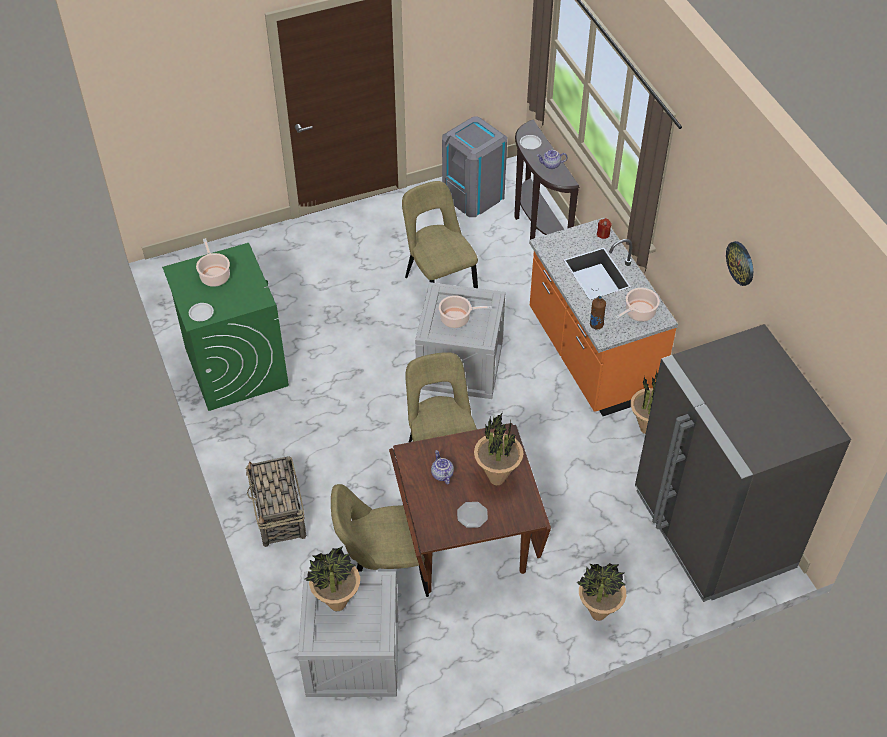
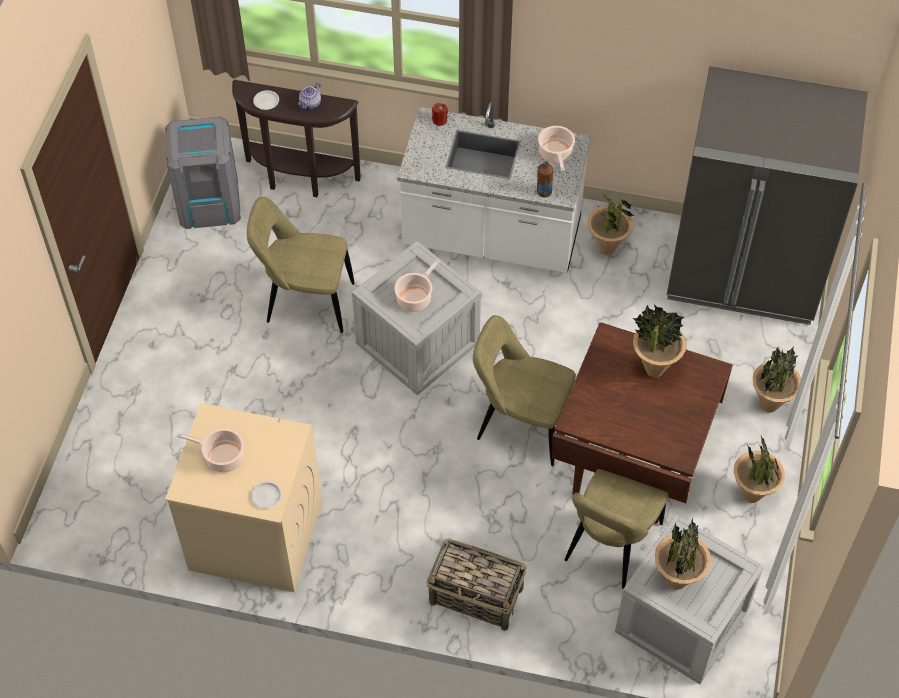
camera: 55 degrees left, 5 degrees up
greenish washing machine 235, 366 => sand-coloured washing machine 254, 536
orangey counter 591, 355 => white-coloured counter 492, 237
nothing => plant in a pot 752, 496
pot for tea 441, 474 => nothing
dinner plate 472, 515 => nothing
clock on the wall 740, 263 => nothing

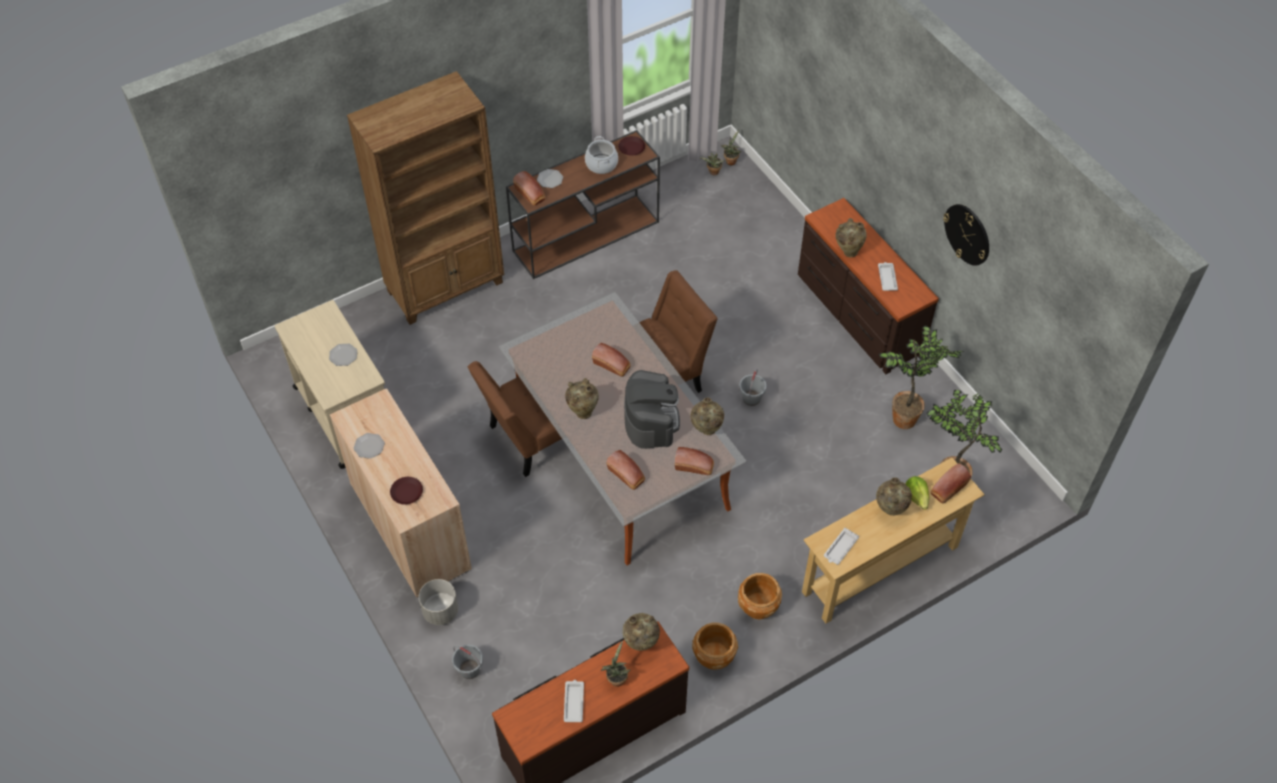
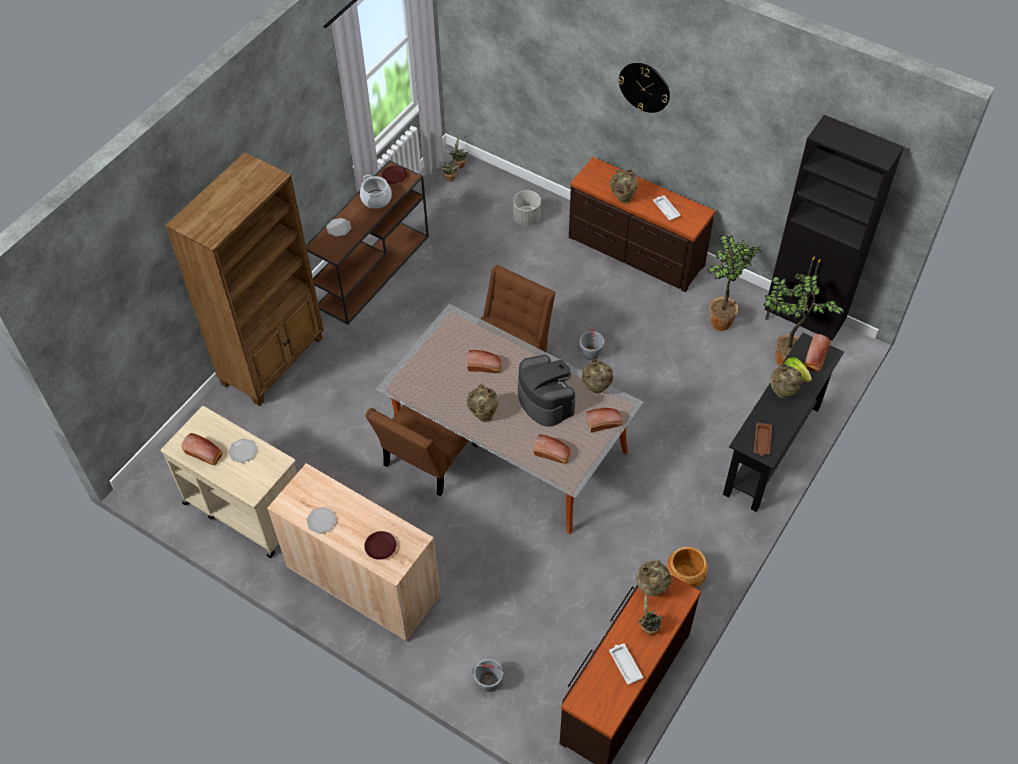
camera: 25 degrees left, 0 degrees up
baked bread 530, 194 => baked bread 205, 454, shifted
grey planter 441, 611 => grey planter 527, 218, shifted
clock on the wall 967, 234 => clock on the wall 644, 87, shifted
sand-coloured hall table 880, 570 => blackish hall table 773, 450
white-coloured carrying tray 840, 548 => brown-coloured carrying tray 762, 441
nothing => blackish storage cabinet 803, 325
brown-coloured planter 758, 606 => nothing

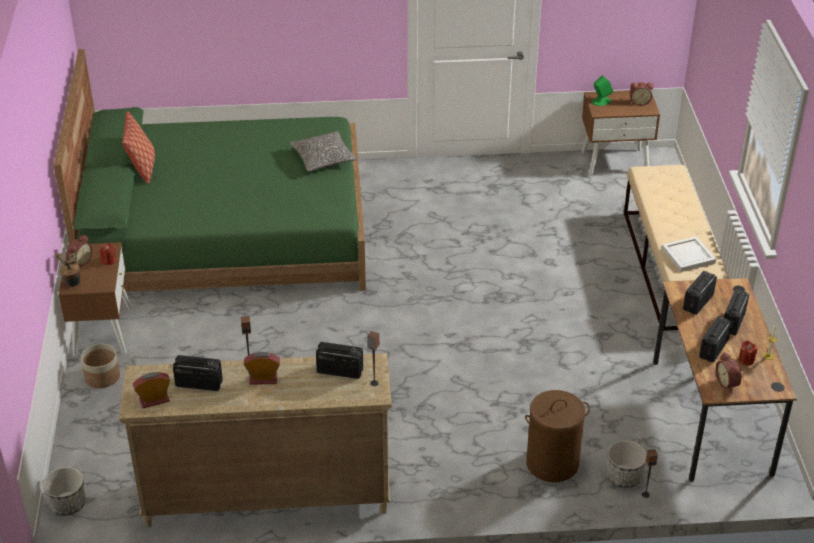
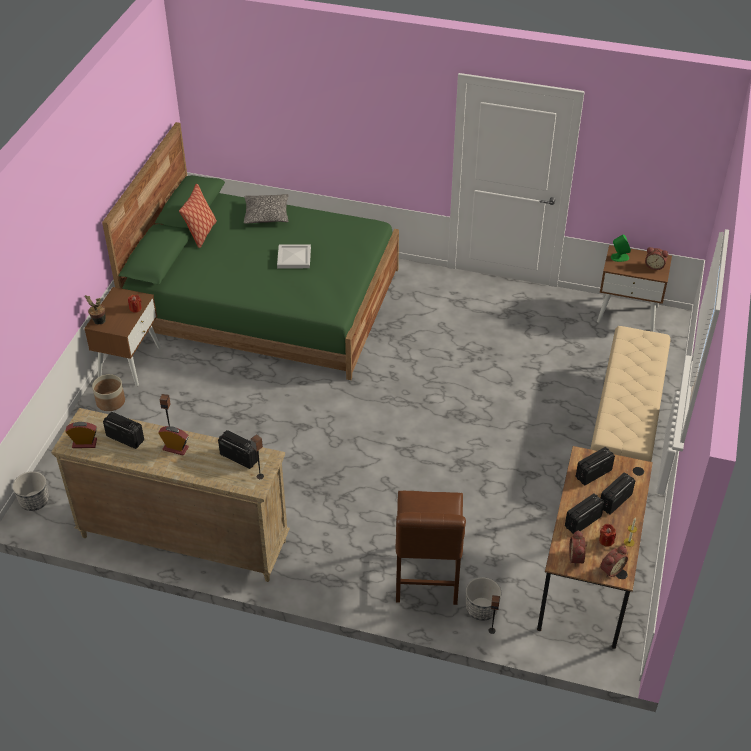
camera: 20 degrees right, 5 degrees up
pillow 323, 158 => pillow 266, 214, shifted
white-coloured carrying tray 688, 255 => white-coloured carrying tray 294, 257, shifted
brown-coloured hamper 551, 463 => brown-coloured plain chair 426, 578
bedside clock 80, 262 => bedside clock 610, 569, shifted

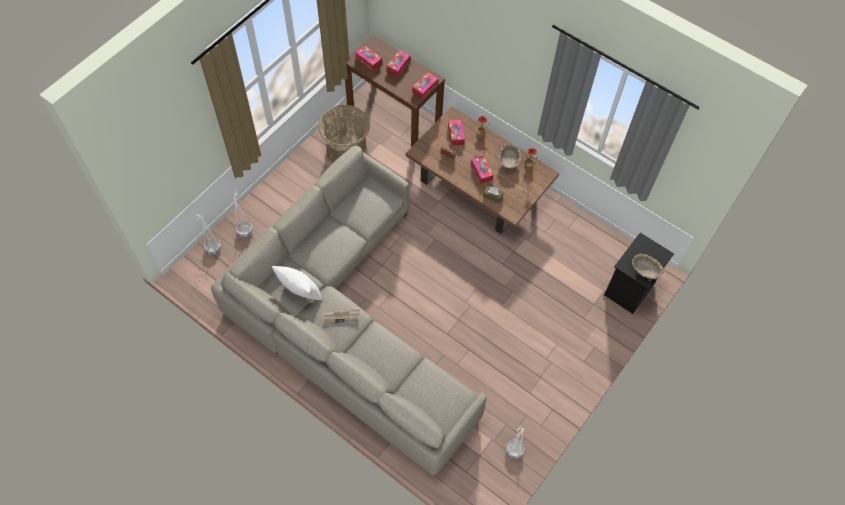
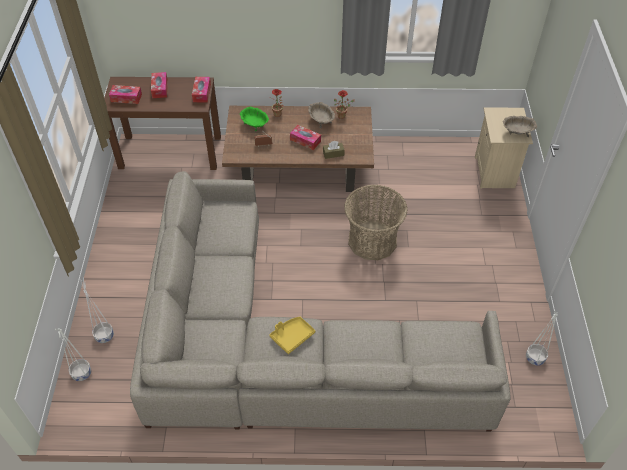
camera: 35 degrees left, 10 degrees down
box of tissues 456, 135 => greenish bowl 255, 125
printed paper 341, 317 => yellow-coloured carrying tray 292, 336
household basket 346, 150 => household basket 372, 240, shifted
blackish nightstand 629, 290 => sand-coloured nightstand 495, 172
white-coloured pillow 300, 293 => nothing

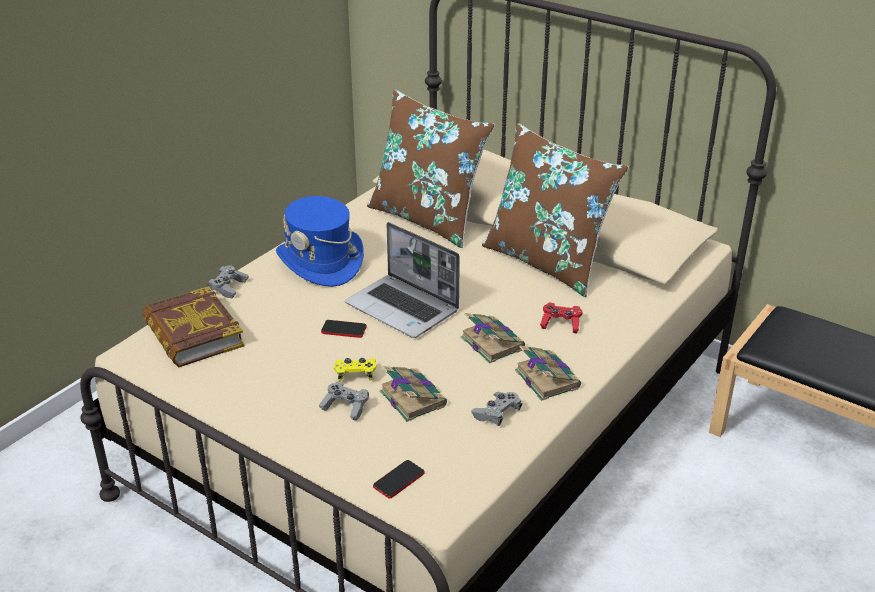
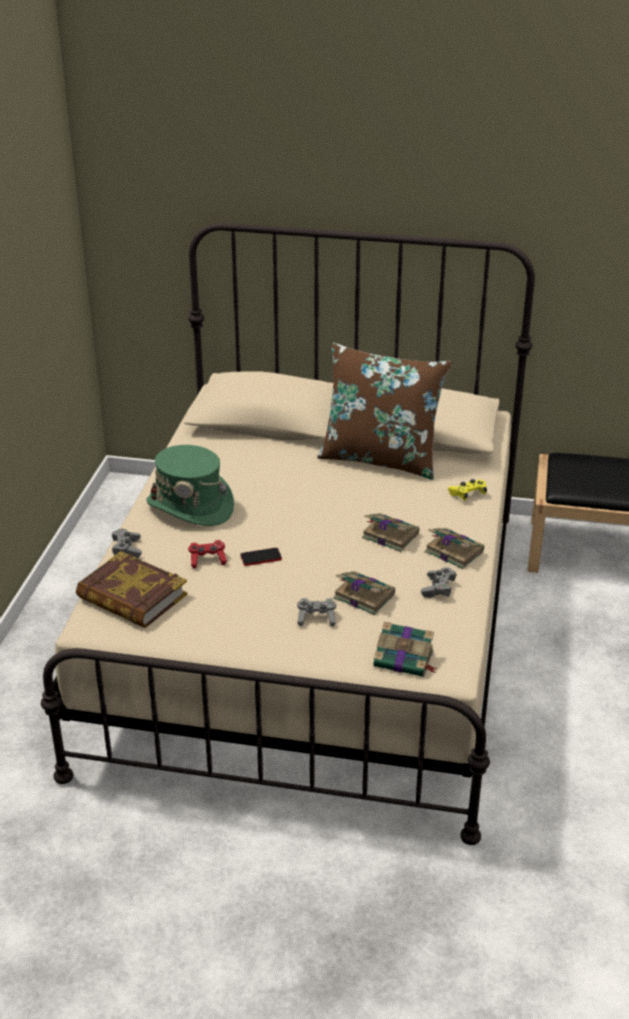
camera: 25 degrees left, 0 degrees up
blue clothing hat 321, 262 => greenish clothing hat 190, 506
red joypad 561, 324 => red joypad 207, 560, shifted
phone 399, 480 => book 405, 659
yellow-coloured joypad 355, 375 => yellow-coloured joypad 467, 494, shifted
portable computer 403, 308 => nothing
brown-coloured pillow 427, 219 => nothing

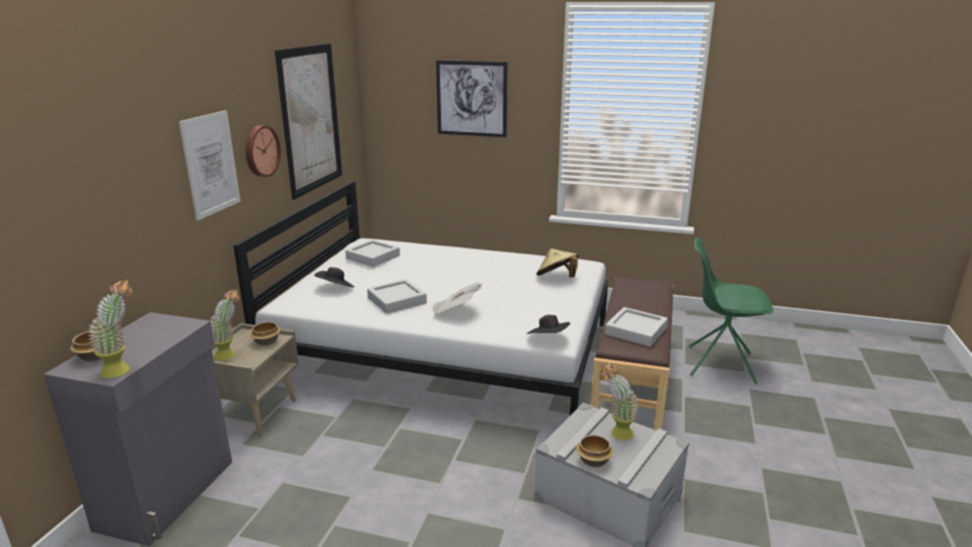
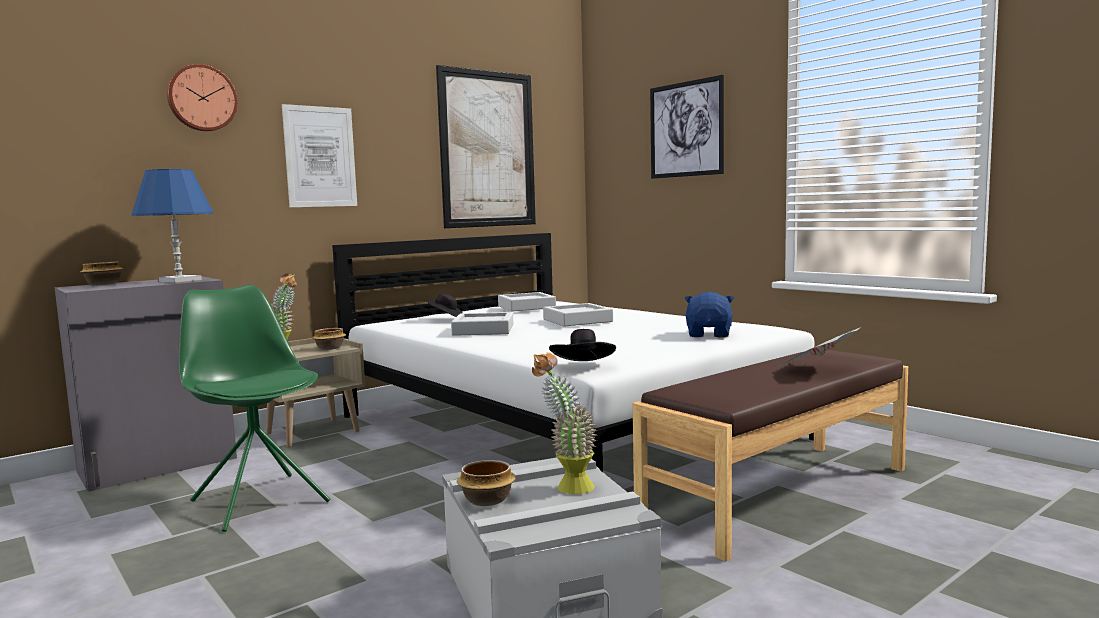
camera: 35 degrees right, 15 degrees down
nothing => blue table lamp 179, 280
clock on the wall 260, 151 => clock on the wall 201, 98, shifted
greenish plain chair 719, 364 => greenish plain chair 259, 500, shifted
grey carrying tray 636, 331 => grey carrying tray 577, 320, shifted
sand-coloured clothing hat 557, 278 => blue plush toy 709, 334
printed paper 455, 311 => printed paper 815, 371, shifted
plant in a pot 123, 369 => nothing

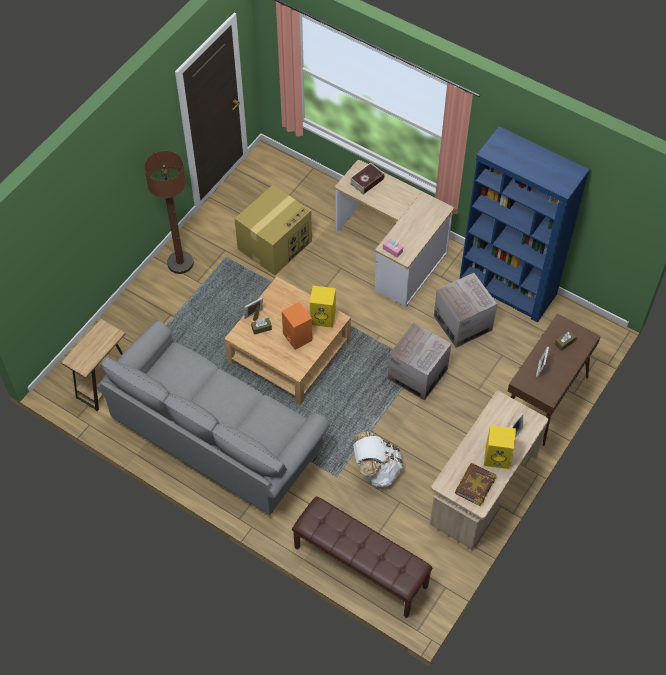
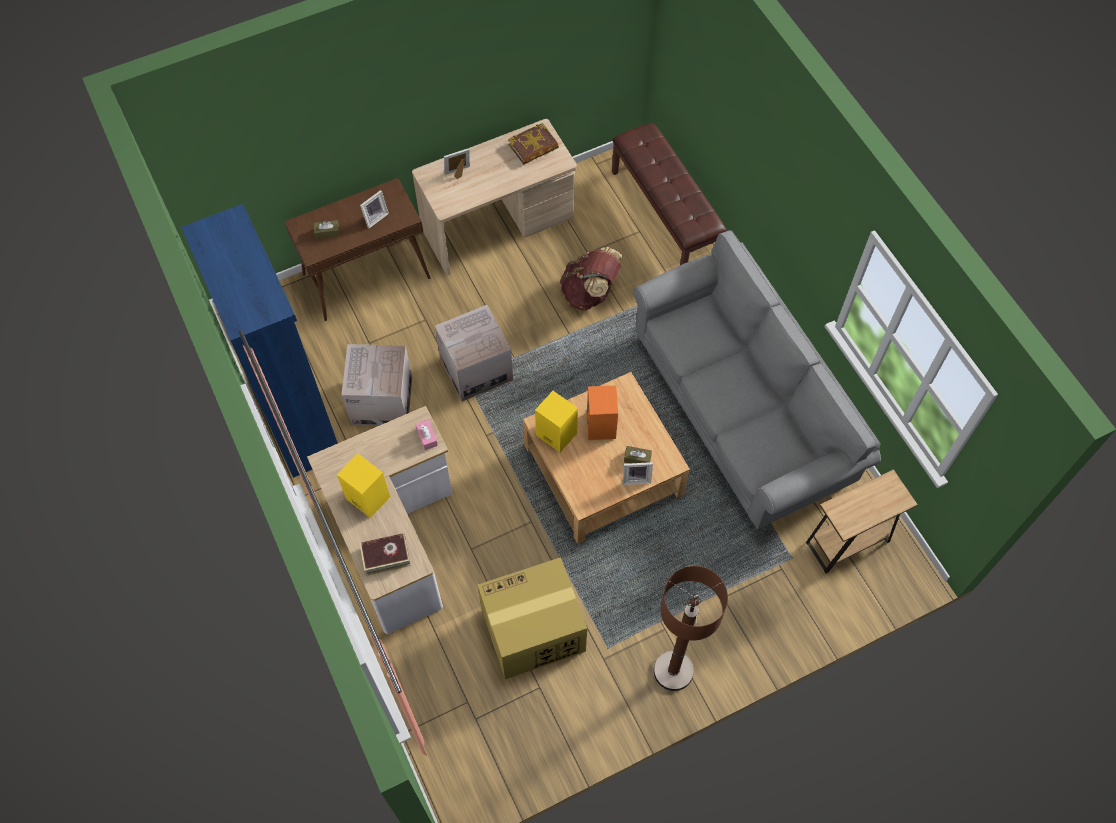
camera: 150 degrees left, 5 degrees up
yellow-coloured loudspeaker 498, 457 => yellow-coloured loudspeaker 366, 498, shifted
white-coloured backpack 376, 469 => brown-coloured backpack 590, 293

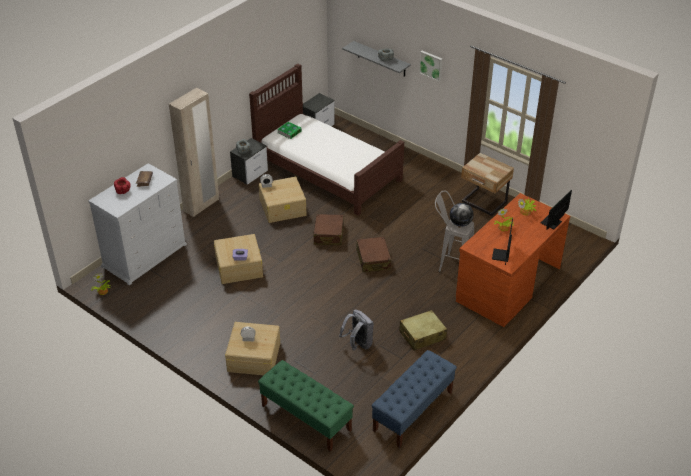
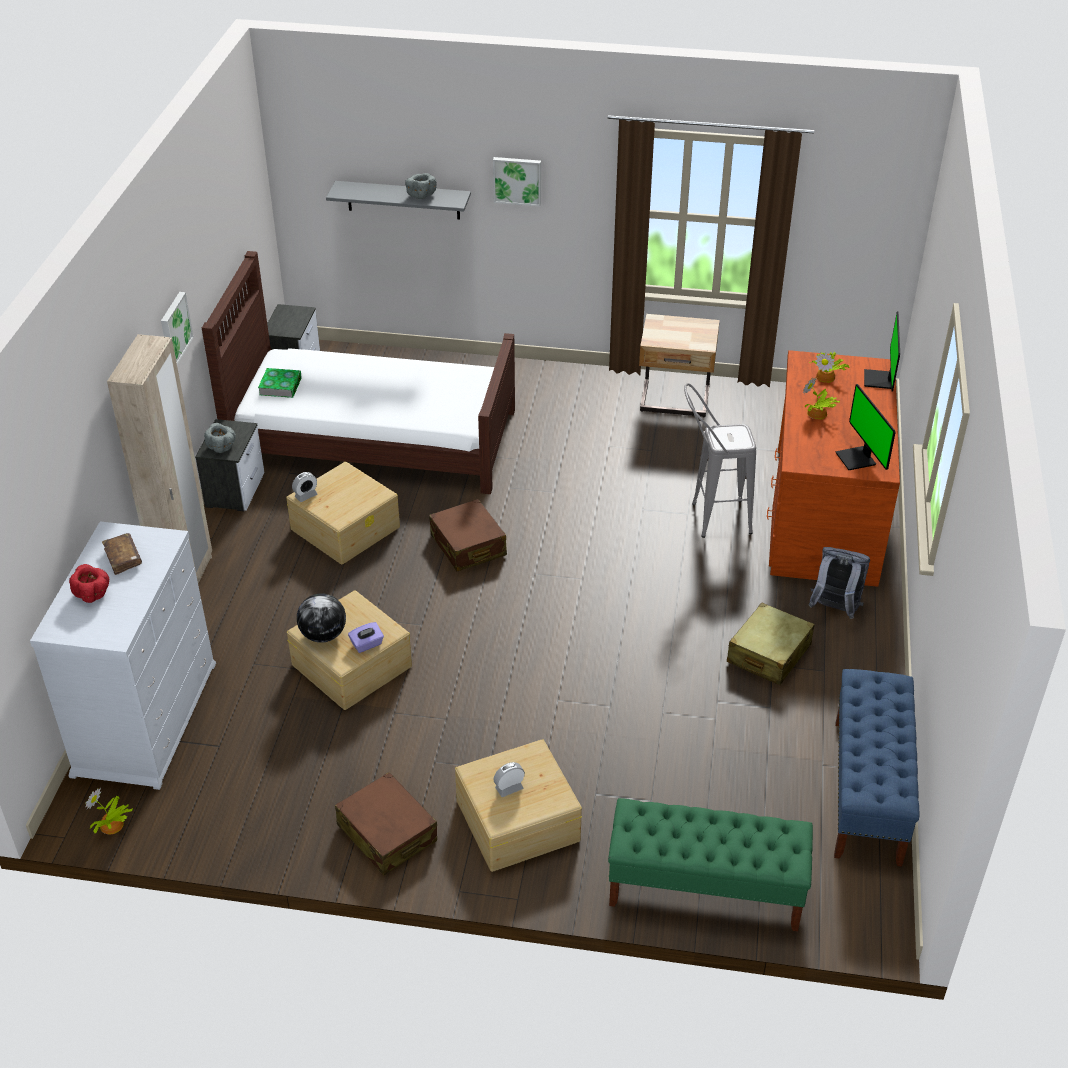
camera: 30 degrees left, 0 degrees up
nothing => picture 174, 329
world globe 460, 223 => world globe 323, 635, shifted
brown-coloured suitcase 373, 259 => brown-coloured suitcase 387, 833, shifted
grey backpack 358, 344 => grey backpack 834, 609, shifted

